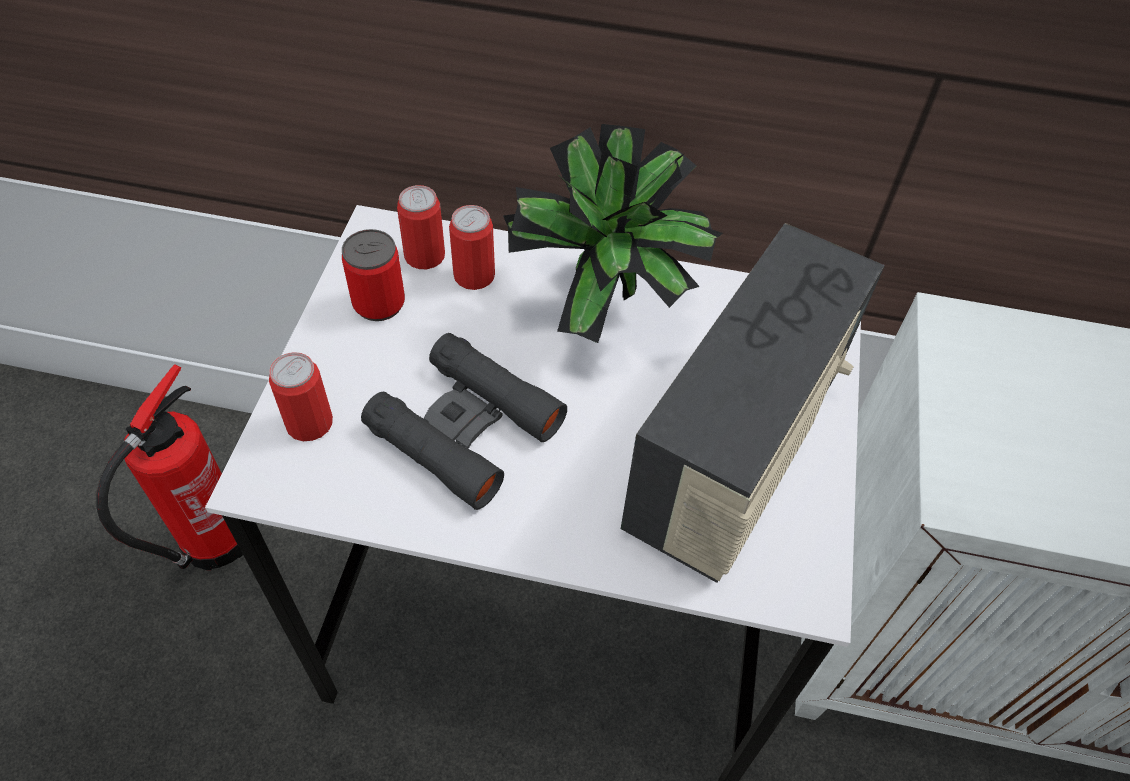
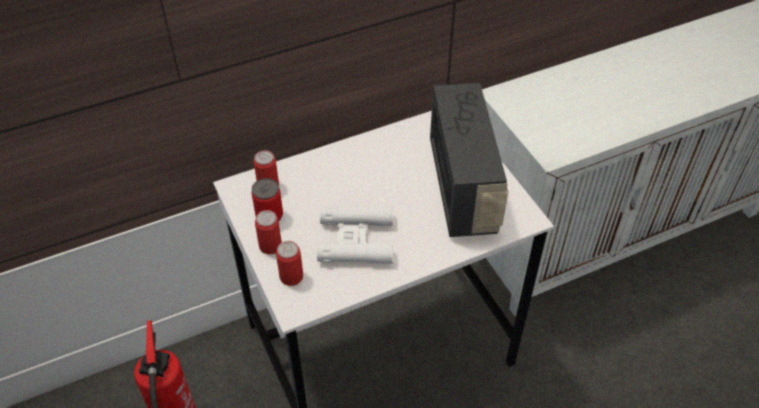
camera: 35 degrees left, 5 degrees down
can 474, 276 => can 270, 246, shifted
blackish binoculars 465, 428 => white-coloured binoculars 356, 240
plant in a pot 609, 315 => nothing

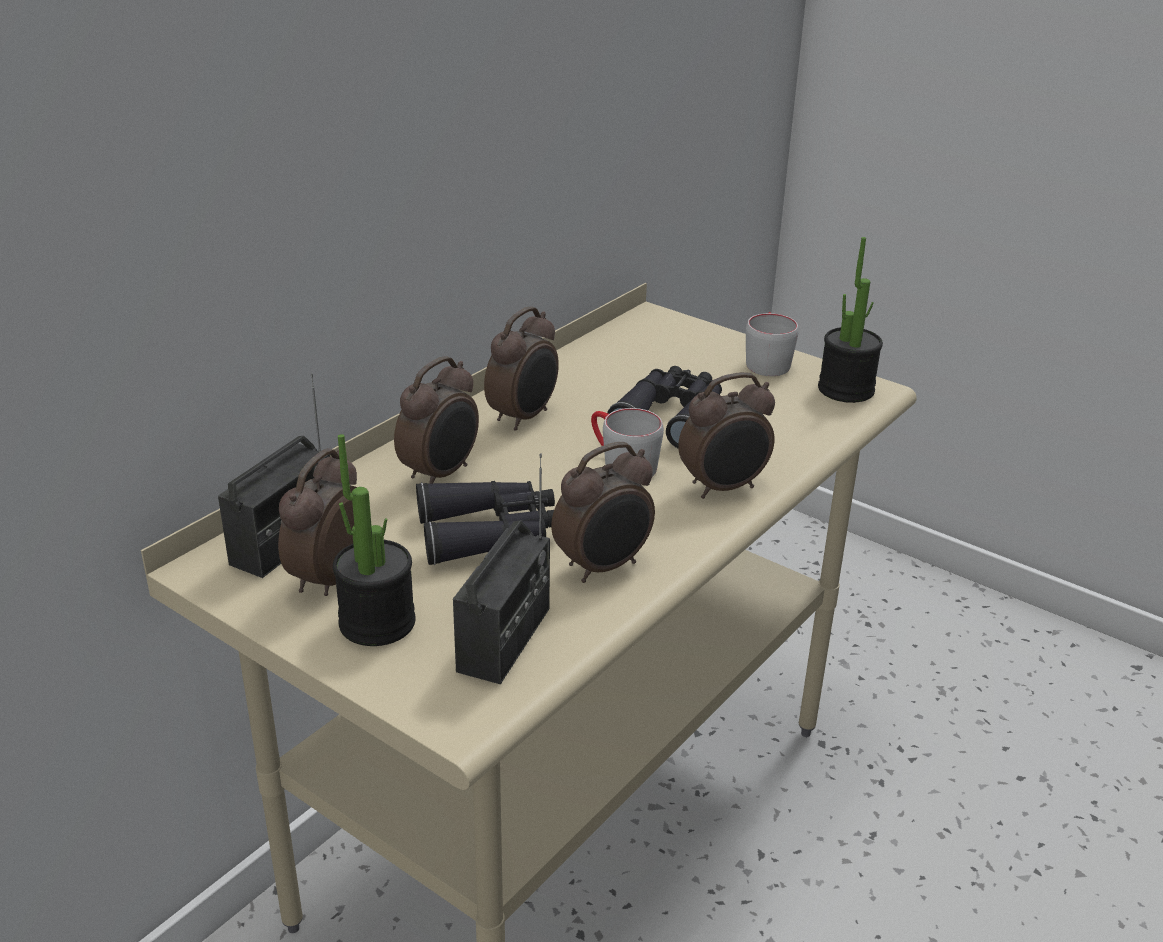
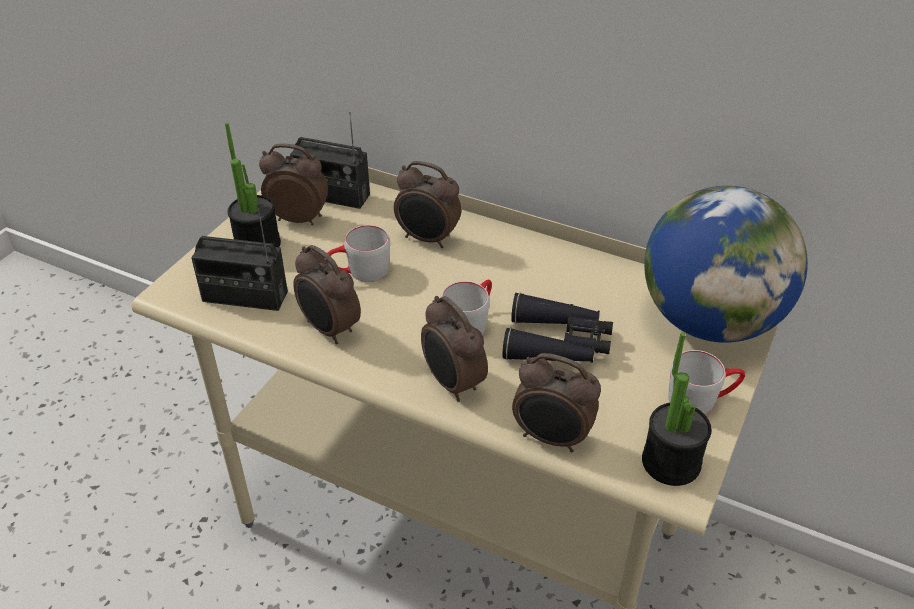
camera: 80 degrees right, 10 degrees up
blackish binoculars 490, 533 => grey tea mug 359, 272
bedside clock 524, 417 => bedside clock 551, 438, shifted
nothing => world globe 709, 321

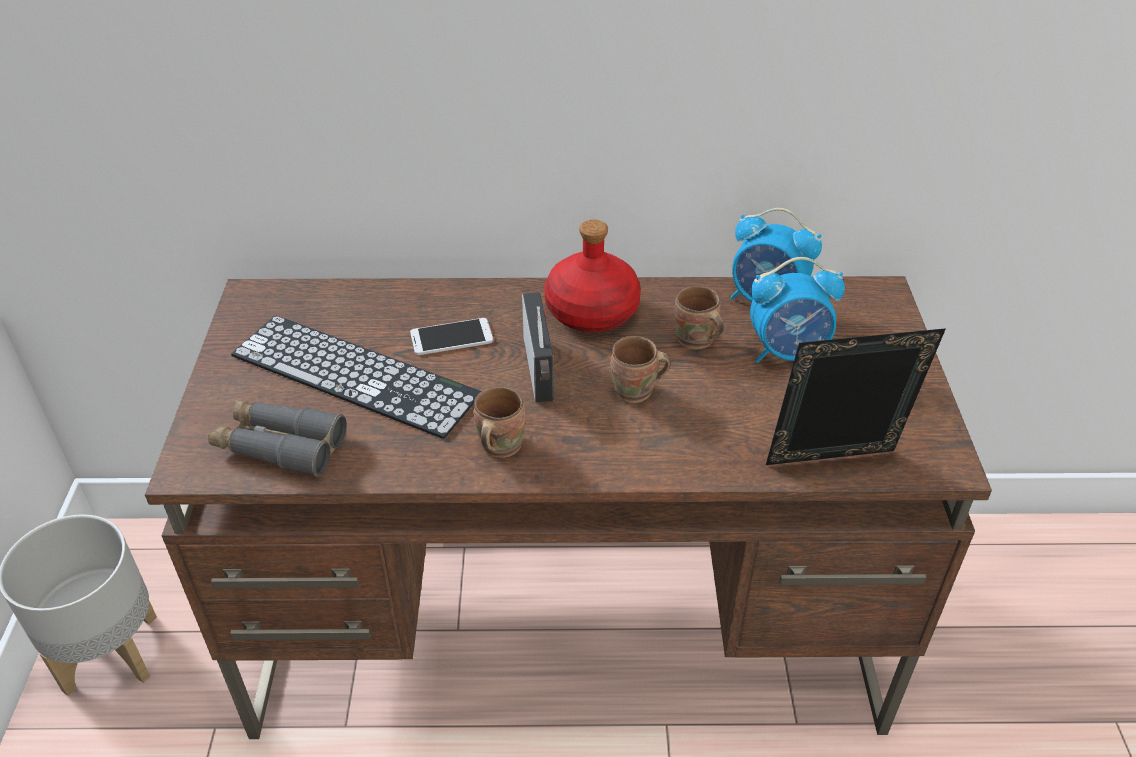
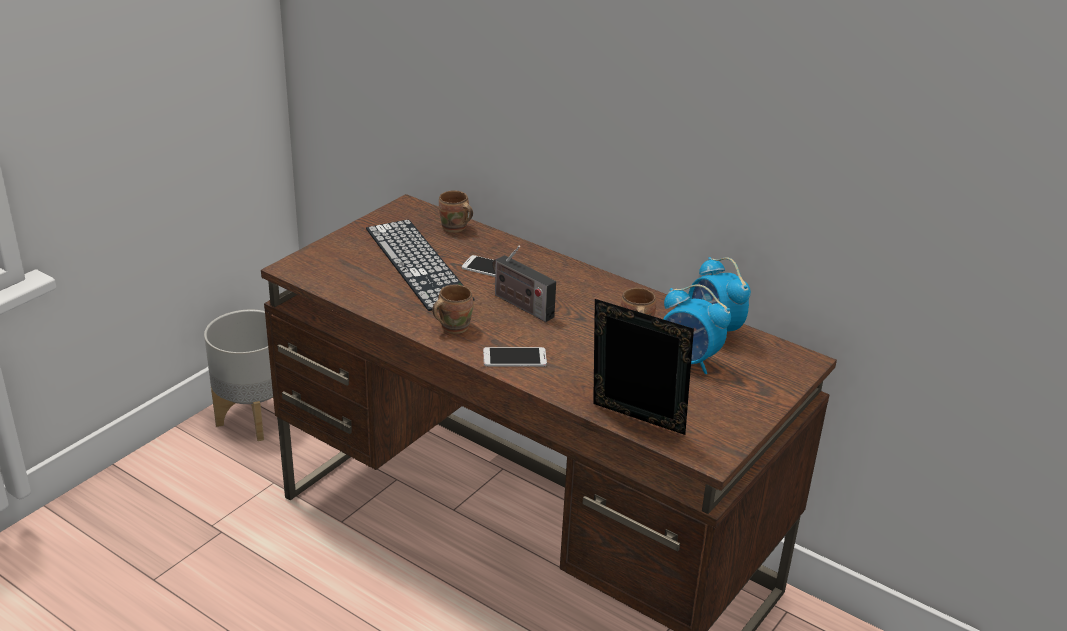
camera: 35 degrees right, 10 degrees down
brown-coloured tea mug 636, 392 => brown-coloured tea mug 454, 229, shifted
nothing => phone 514, 358
radio receiver 540, 372 => radio receiver 520, 305, 105 degrees clockwise
grey binoculars 280, 445 => nothing
red drink bottle 593, 311 => nothing

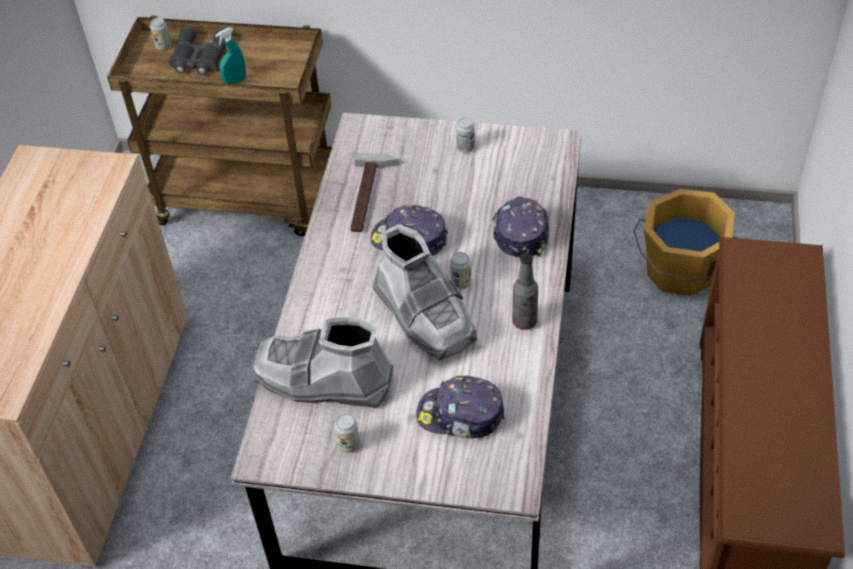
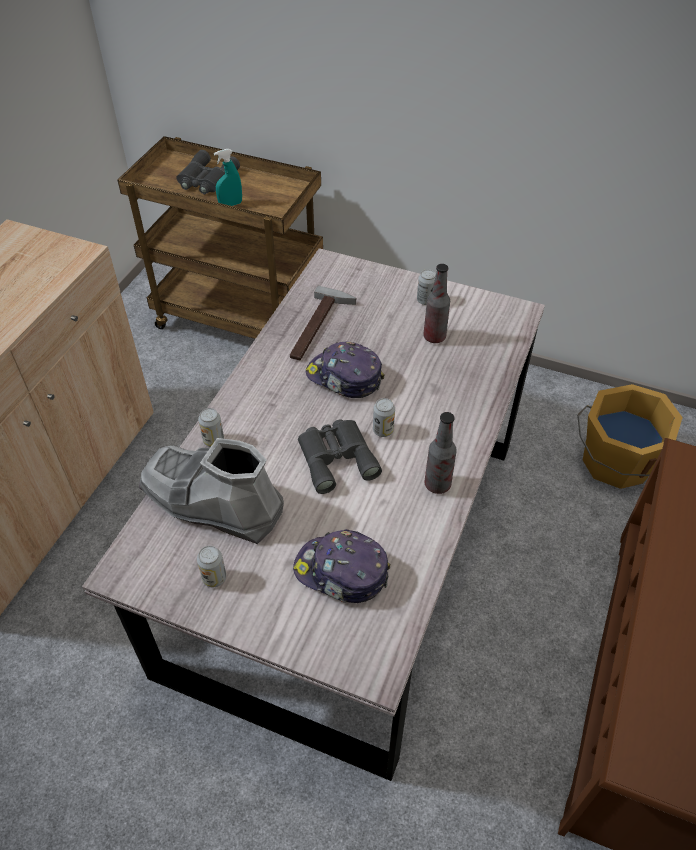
camera: 10 degrees right, 0 degrees up
can 163, 46 => can 213, 440, shifted
grey boot 425, 316 => grey binoculars 336, 457
nothing => drink bottle 434, 337
peaked cap 520, 232 => nothing

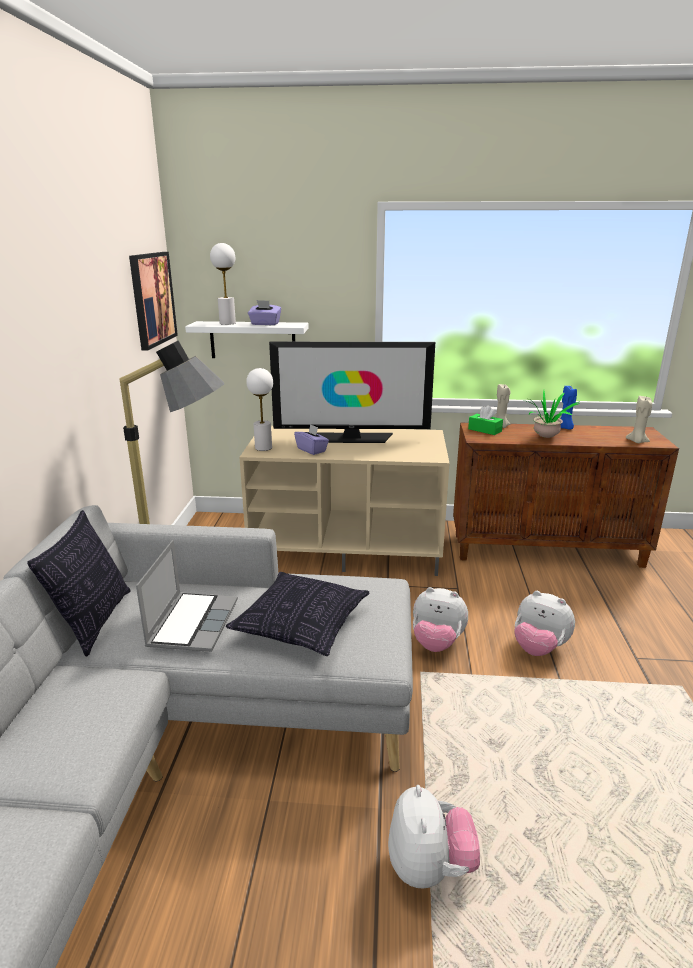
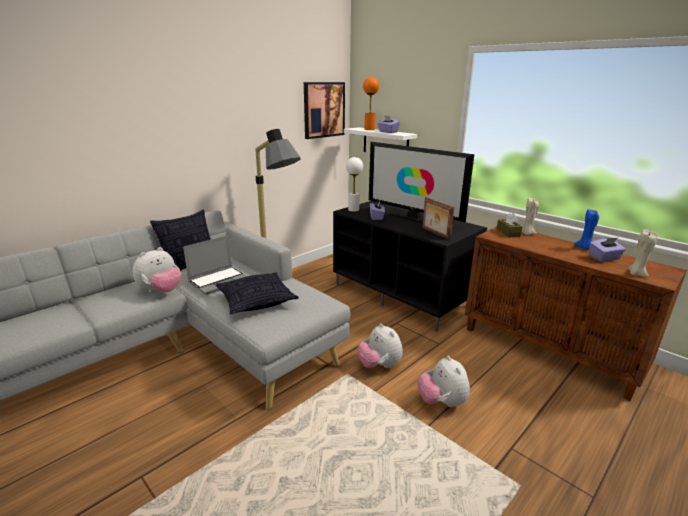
camera: 40 degrees right, 0 degrees up
plush toy 429, 867 => plush toy 161, 291, shifted
sand-coloured tv unit 348, 549 => blackish tv unit 402, 295
white-coloured table lamp 227, 323 => orangey table lamp 369, 129
nothing => standing frame 435, 234
greenish box of tissues 484, 430 => brown-coloured box of tissues 508, 233
nothing => purple box of tissues 604, 258
plant in a pot 546, 437 => nothing

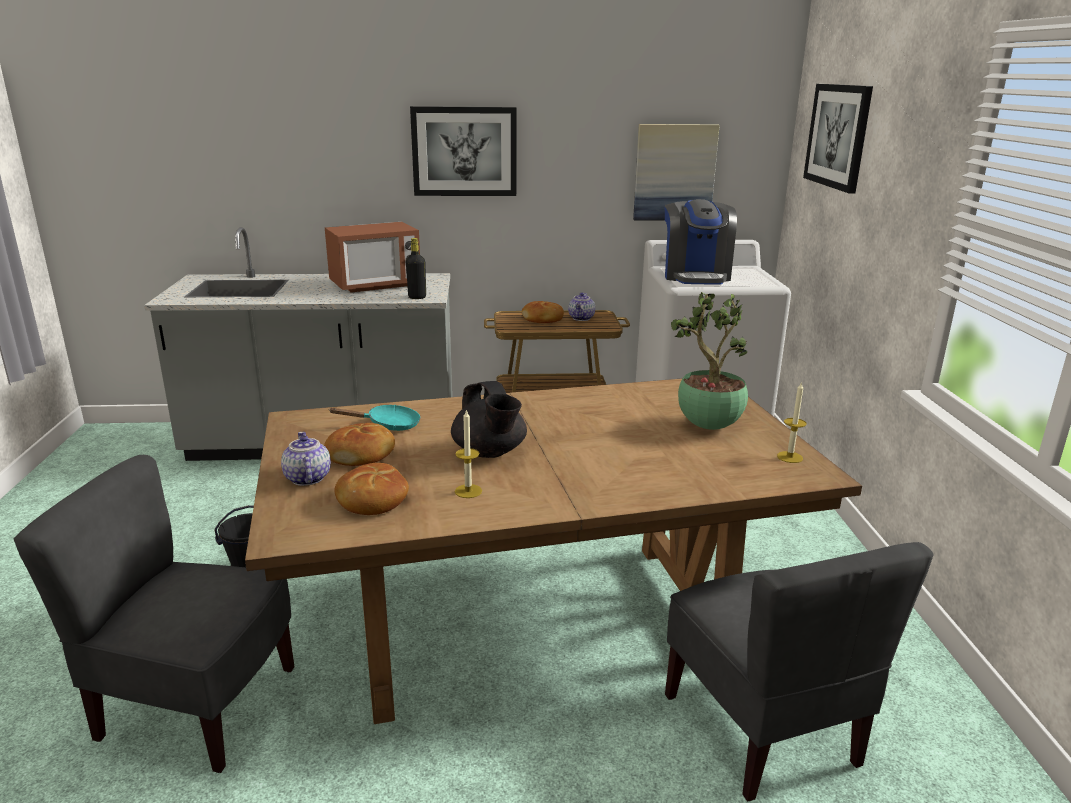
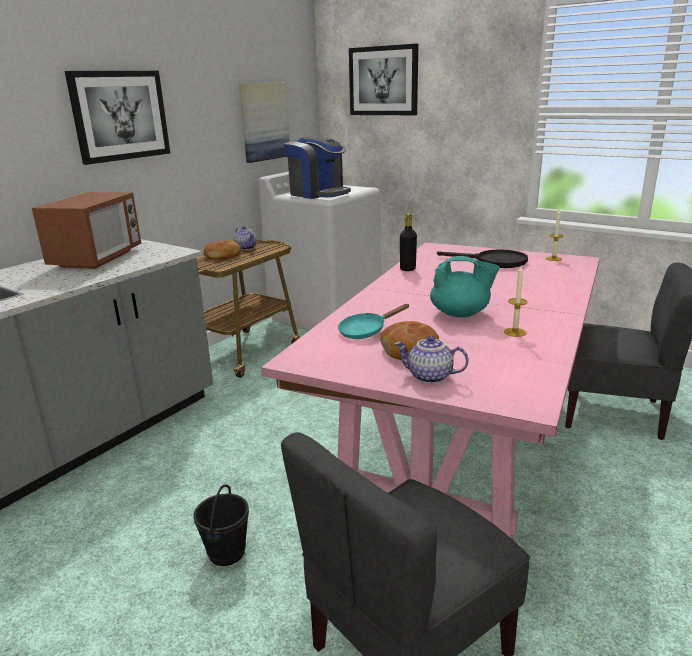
camera: 50 degrees left, 0 degrees up
brown-coloured dining table 534, 623 => pinkish dining table 458, 443
turquoise-coloured skillet 388, 425 => turquoise-coloured skillet 366, 331, 150 degrees counterclockwise
blackish drink bottle 417, 297 => blackish drink bottle 407, 269, shifted
blackish pot for tea 490, 452 => turquoise-coloured pot for tea 460, 314
plant in a pot 707, 426 => blackish skillet 494, 262
baked bread 372, 500 => nothing

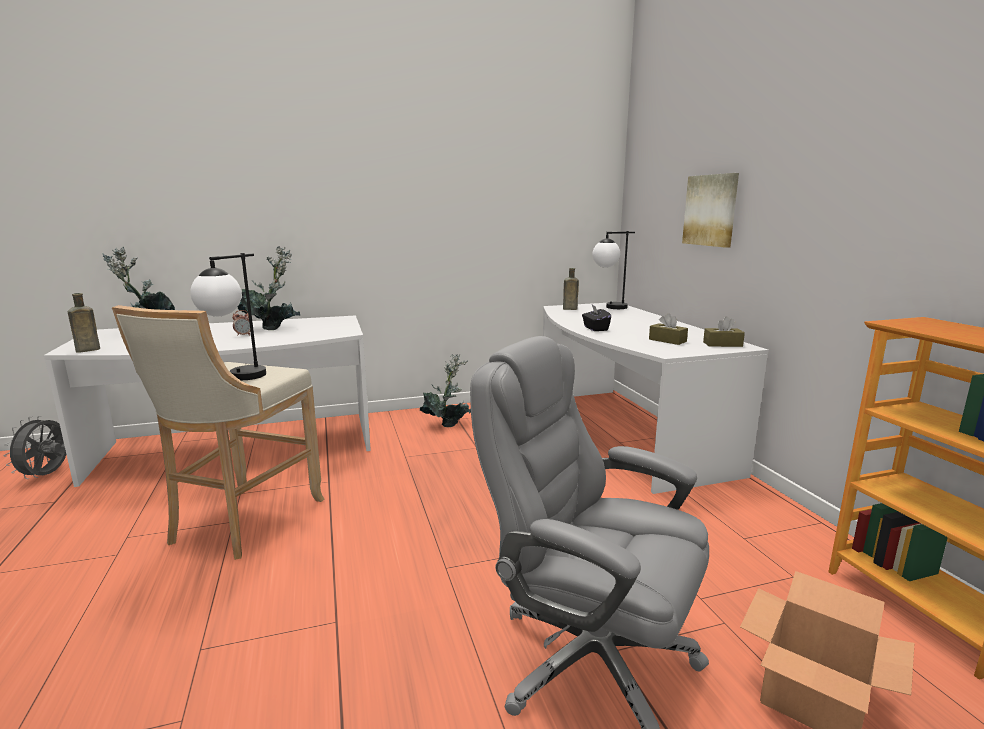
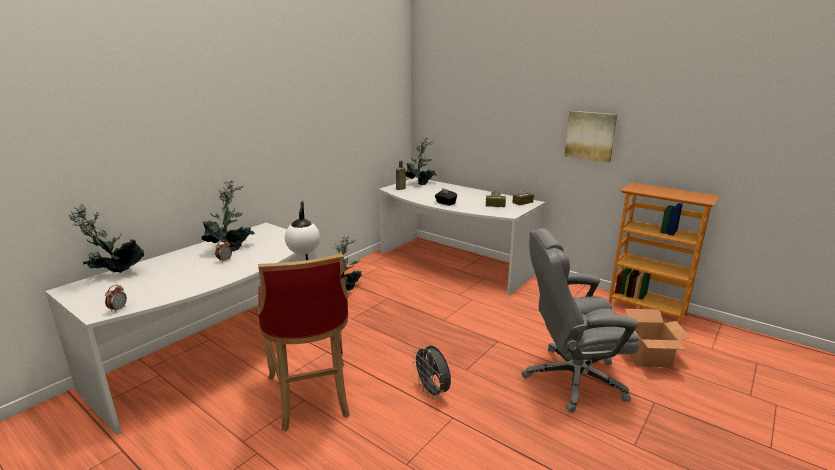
camera: 35 degrees left, 5 degrees up
brown-coloured drink bottle 86, 350 => bedside clock 118, 309
sand-coloured stool seat 242, 522 => red stool seat 311, 397
table lamp 608, 308 => plant in a pot 421, 183
grey fan 47, 475 => grey fan 432, 392, shifted
picture 711, 210 => picture 590, 135, shifted

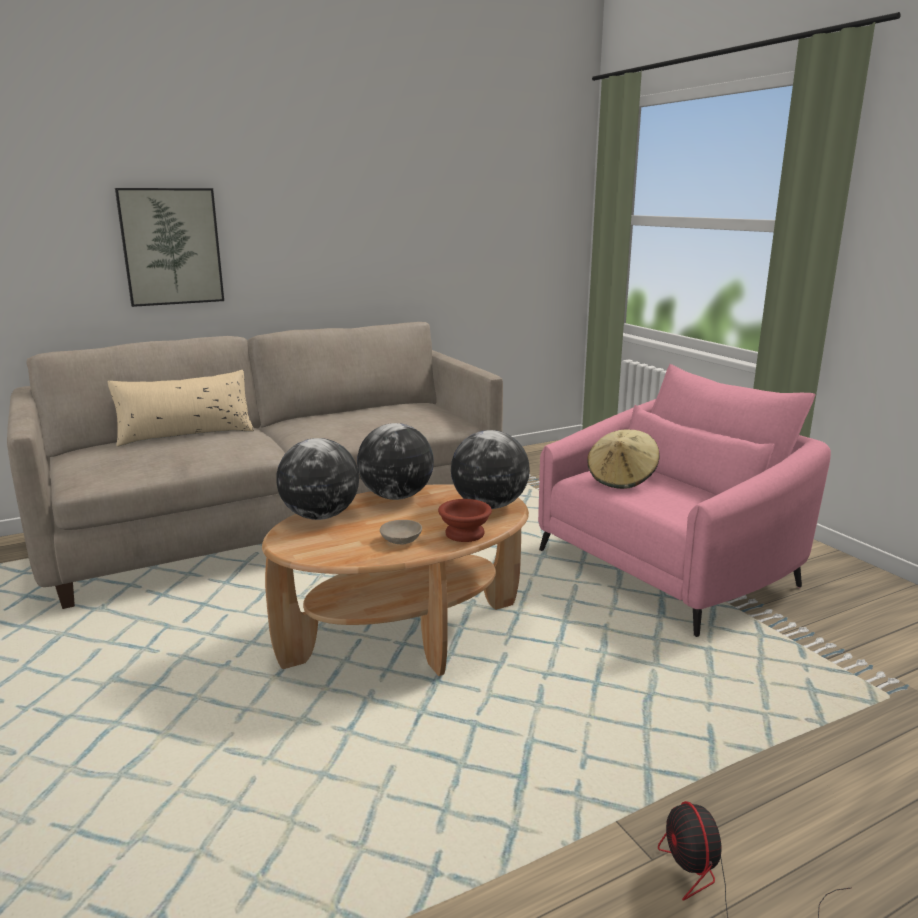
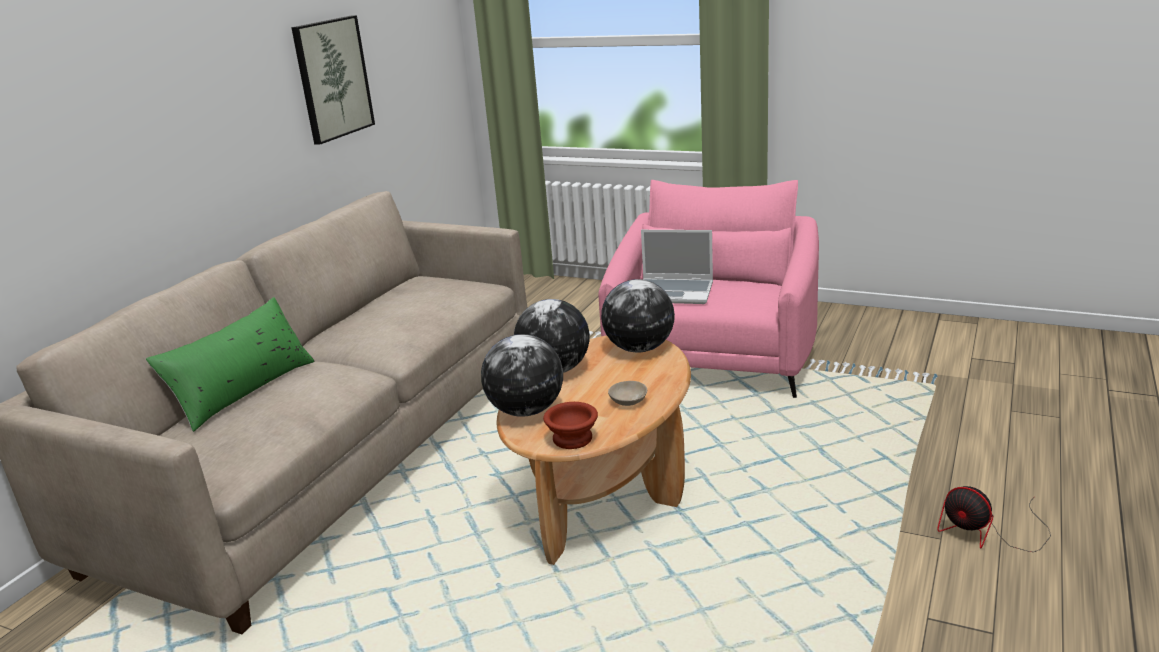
camera: 35 degrees left, 5 degrees up
sand-coloured pillow 185, 434 => greenish pillow 244, 391
picture 171, 246 => picture 332, 79, shifted
brown-coloured bowl 463, 533 => brown-coloured bowl 570, 438, shifted
sand-coloured clothing hat 622, 479 => portable computer 675, 292

